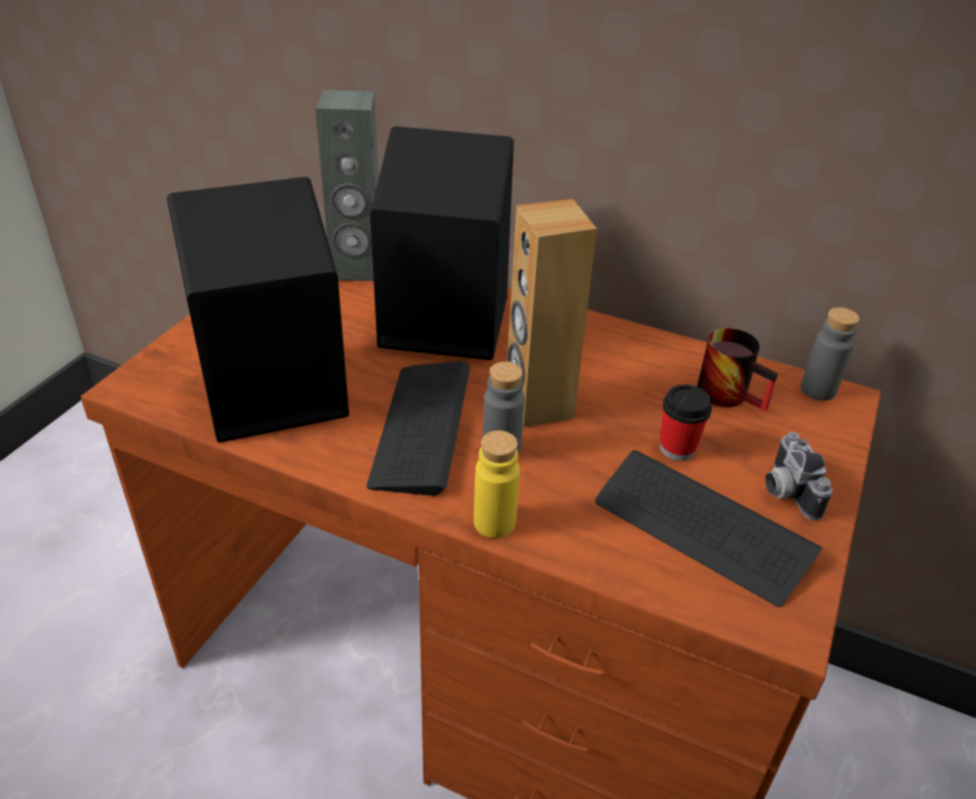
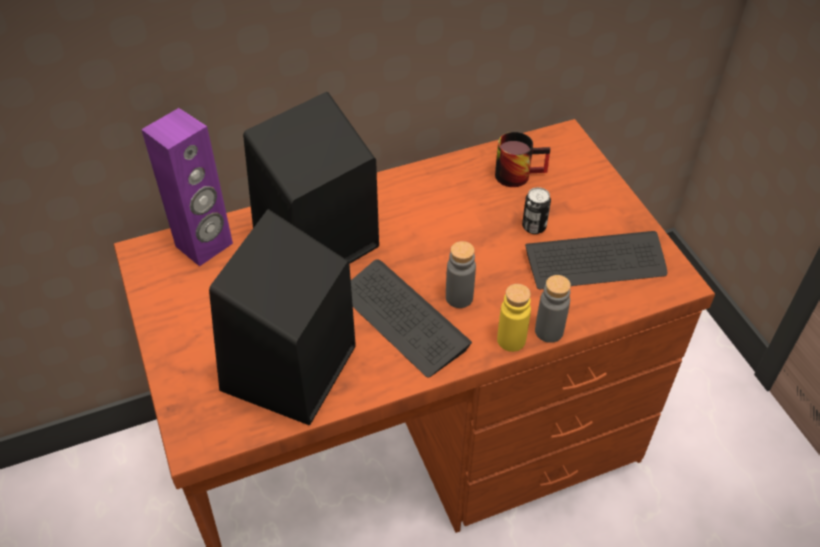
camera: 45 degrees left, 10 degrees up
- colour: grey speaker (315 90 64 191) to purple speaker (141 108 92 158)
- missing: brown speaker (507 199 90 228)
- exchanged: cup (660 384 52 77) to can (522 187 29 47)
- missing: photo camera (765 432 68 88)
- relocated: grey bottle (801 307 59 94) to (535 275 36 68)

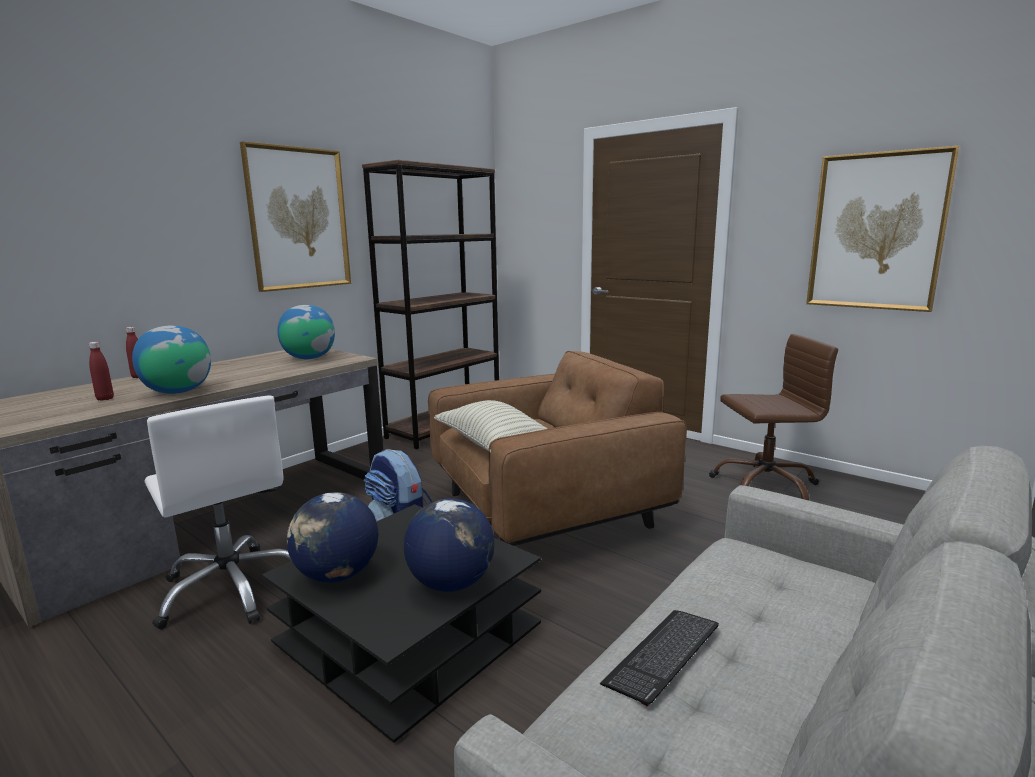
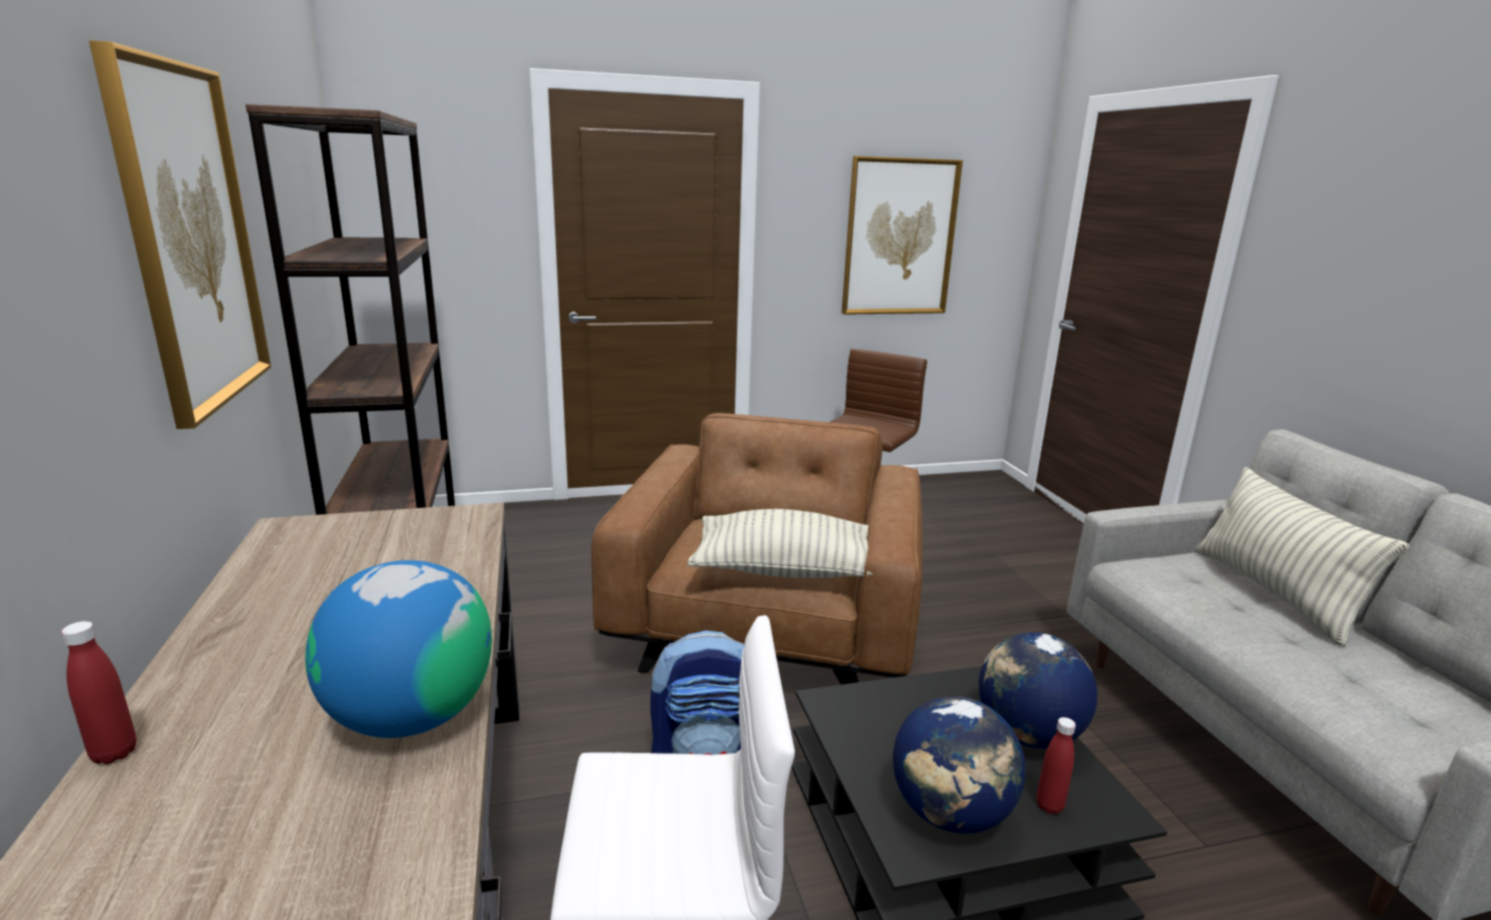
camera: 55 degrees left, 5 degrees up
- relocated: red bottle (88 342 26 59) to (1036 717 40 97)
- missing: globe (277 305 58 54)
- missing: keyboard (600 610 119 97)
- appeared: pillow (1195 467 214 179)

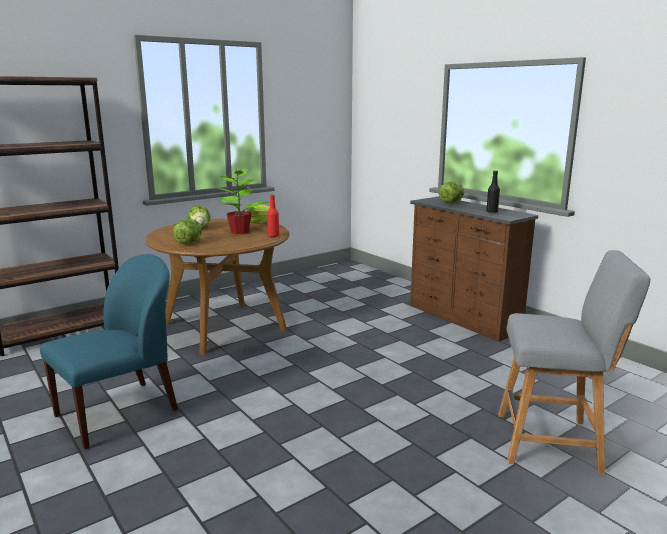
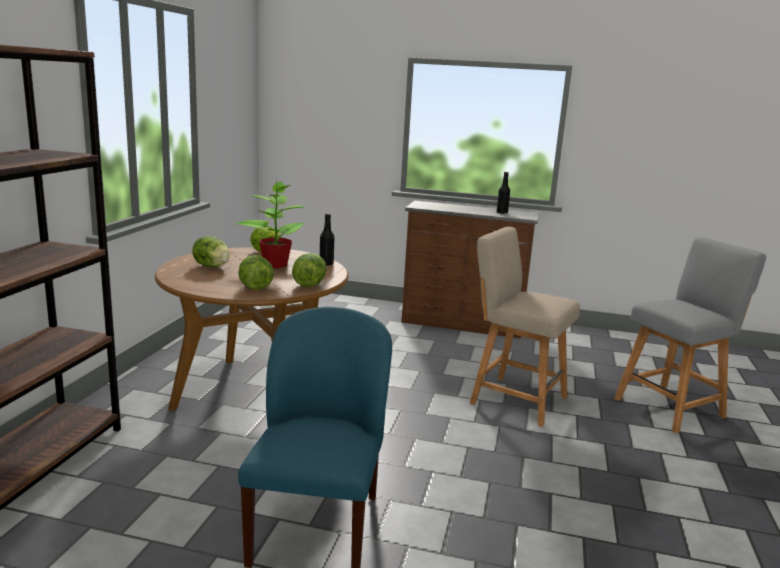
camera: 40 degrees left, 0 degrees up
- colour: red bottle (267 195 12 42) to black bottle (320 213 14 53)
- relocated: lettuce (439 181 25 22) to (292 253 35 34)
- appeared: beige chair (470 227 110 200)

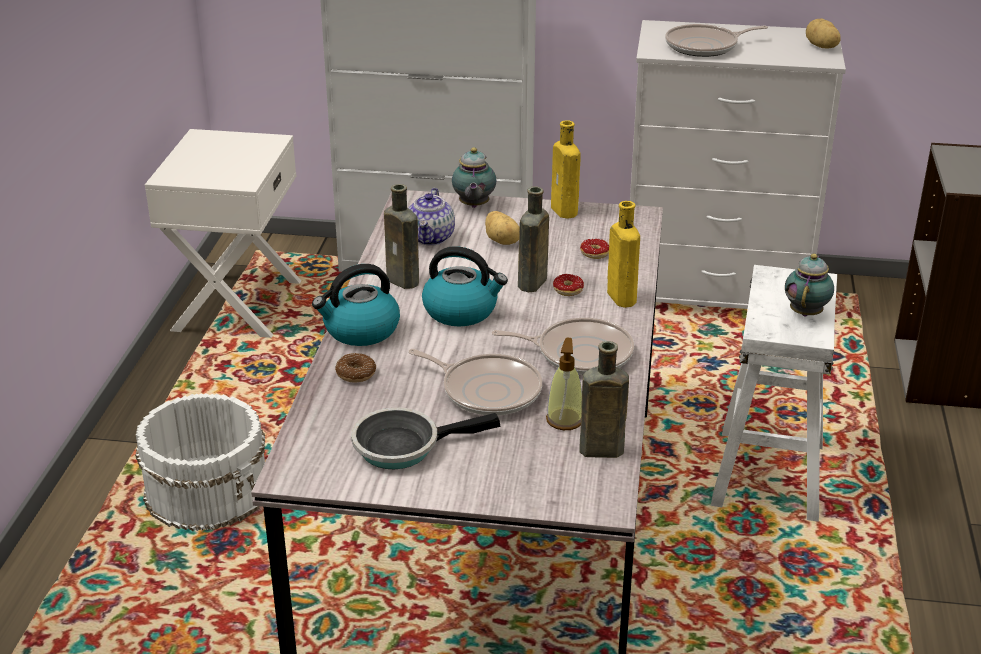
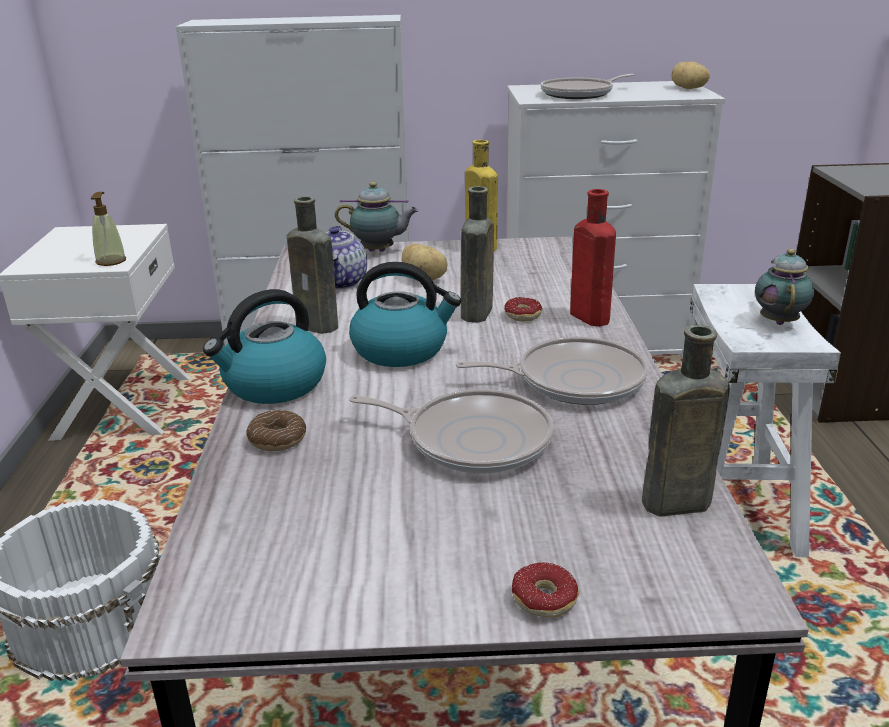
camera: 10 degrees left, 5 degrees down
- missing: frying pan (351 407 149 62)
- spun: teapot (452 147 45 61) = (335 182 84 70) 75 degrees counterclockwise
- relocated: soap dispenser (546 338 36 92) to (91 192 35 74)
- relocated: donut (580 238 29 21) to (512 562 67 65)
- colour: yellow bottle (607 201 33 107) to red bottle (570 189 46 137)

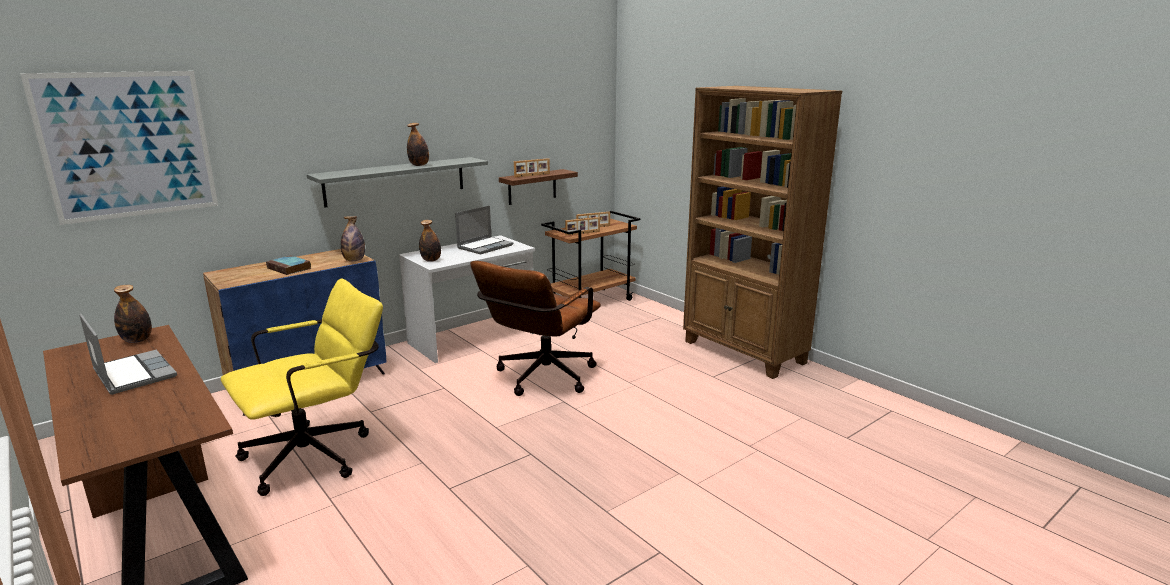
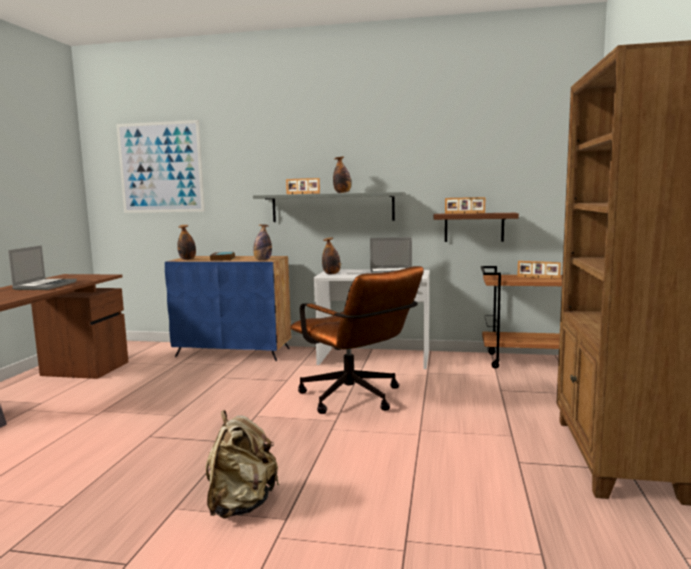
camera: 50 degrees right, 10 degrees down
- relocated: bottle (114 285 38 58) to (177 225 19 35)
- missing: yellow office chair (221 278 162 218)
- spun: brown office chair (470 261 131 135) = (290 266 134 148) 120 degrees counterclockwise
- relocated: picture frame (565 217 35 18) to (286 178 34 16)
- appeared: beige backpack (206 410 73 109)

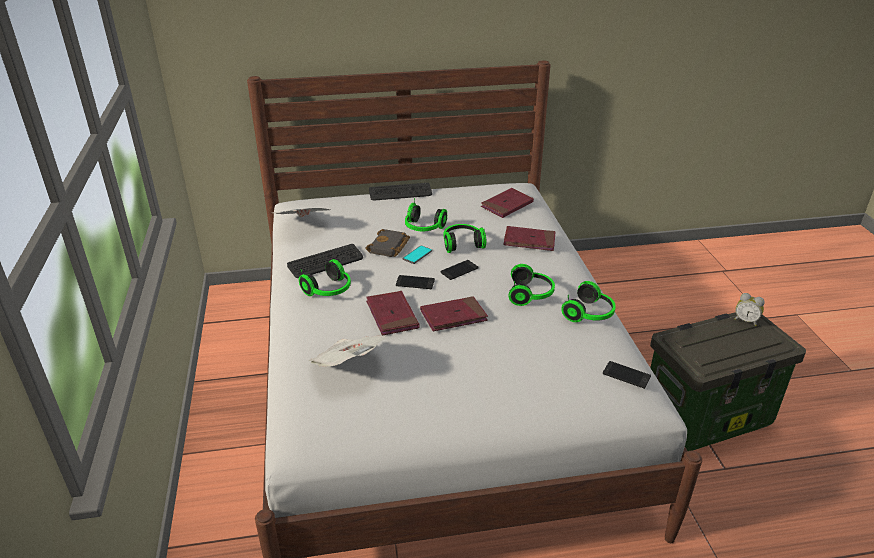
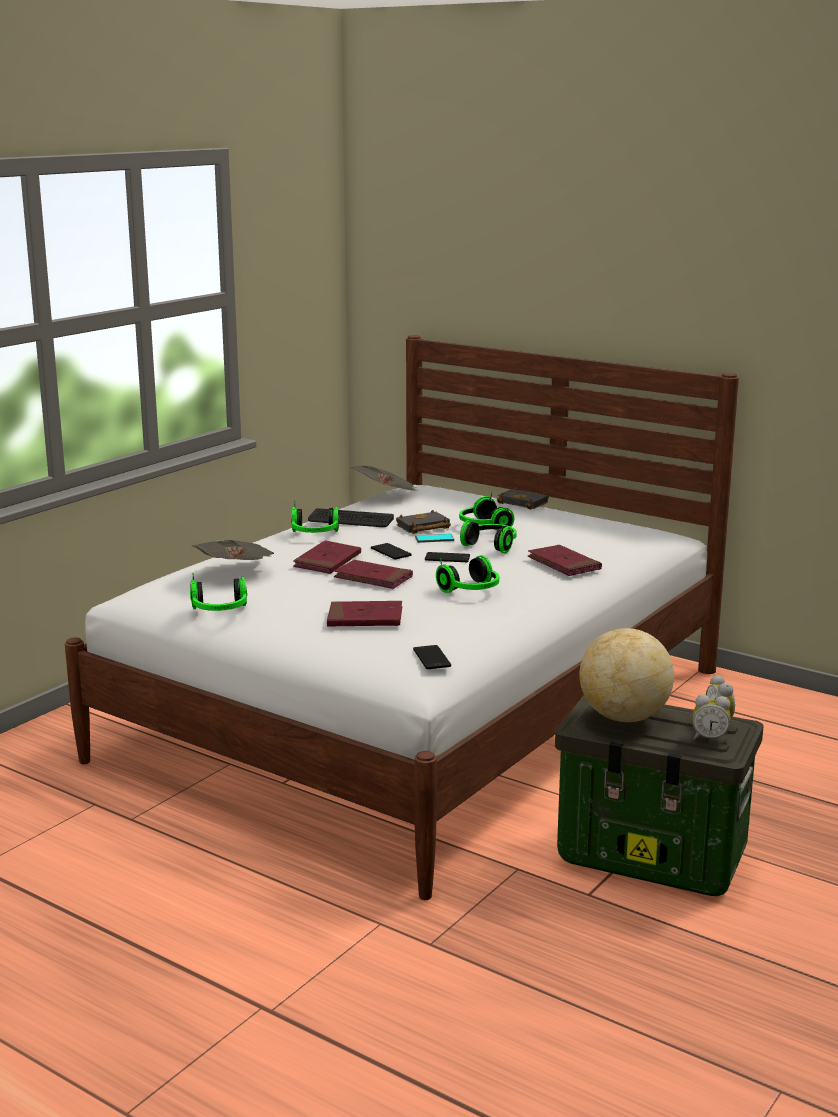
camera: 45 degrees right, 15 degrees down
- exchanged: keyboard (369 183 63 17) to black book (497 487 52 23)
- relocated: red book (481 188 53 30) to (327 601 75 25)
- relocated: headphones (561 281 55 41) to (190 573 57 38)
- appeared: globe (580 628 94 94)
- appeared: alarm clock (692 695 39 48)

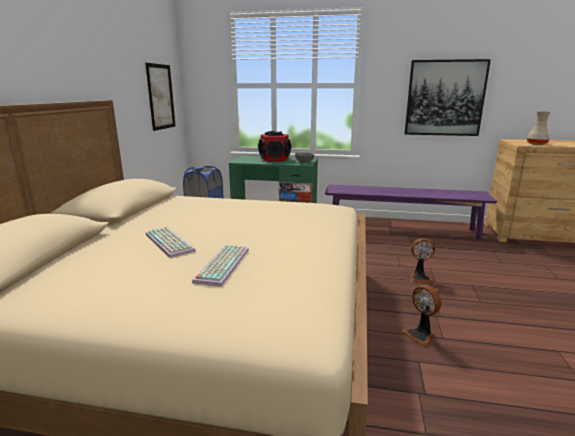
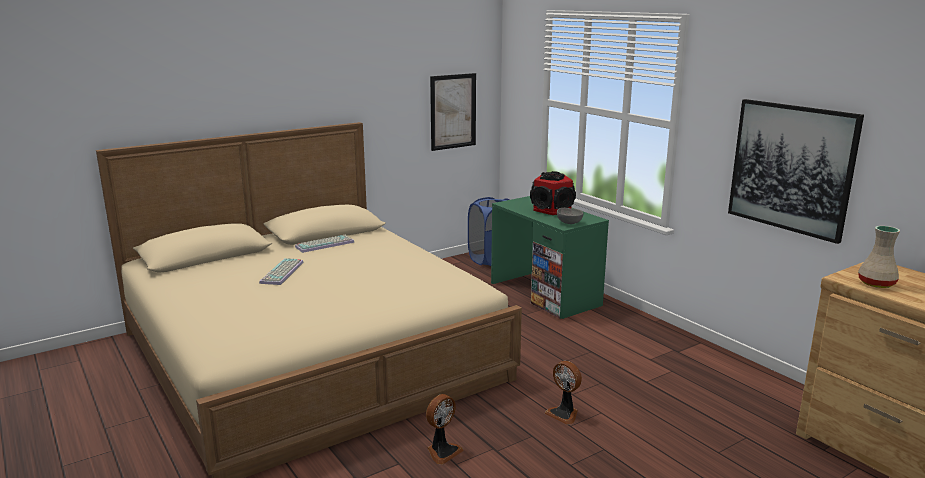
camera: 45 degrees right, 0 degrees up
- relocated: keyboard (192 245 57 42) to (295 235 59 18)
- missing: purple bench (325 184 173 56)
- spun: fan (402 285 40 62) = (426 394 38 70) 150 degrees counterclockwise

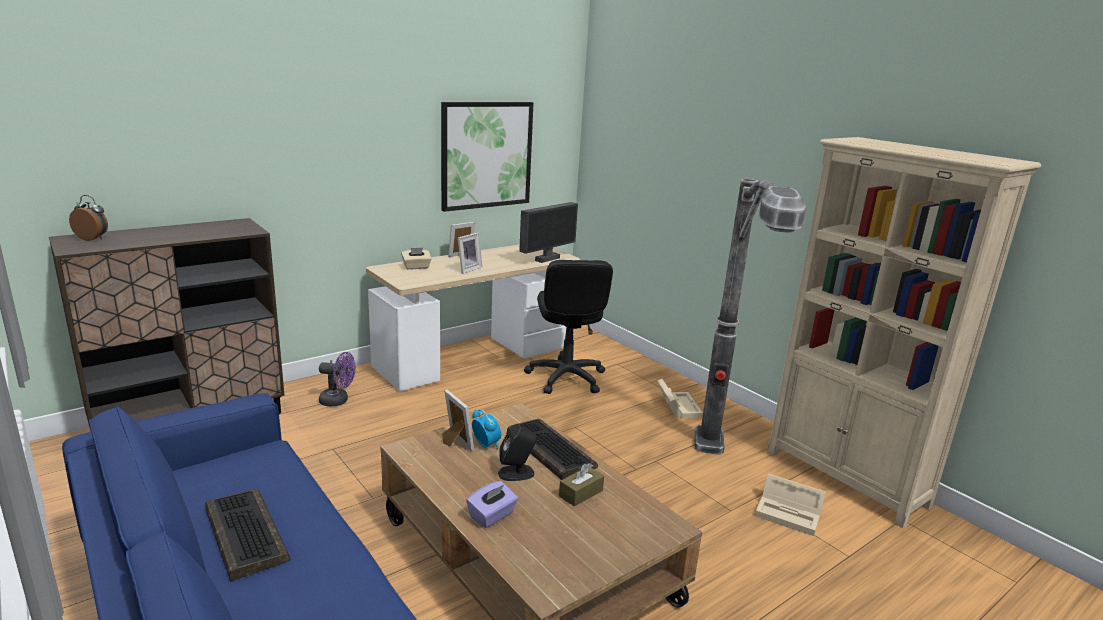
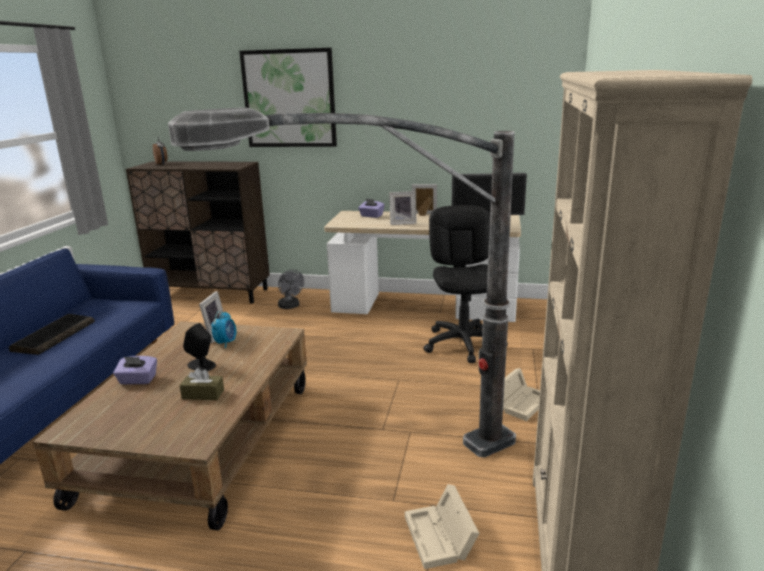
camera: 50 degrees right, 0 degrees up
- colour: purple fan (319 352 37 54) to grey fan (278 270 26 39)
- colour: beige tissue box (401 248 30 22) to purple tissue box (358 199 27 19)
- relocated: picture (441 102 92 110) to (239 48 98 99)
- missing: keyboard (507 419 91 61)
- spun: black office chair (524 260 89 134) = (423 205 85 158) 135 degrees clockwise

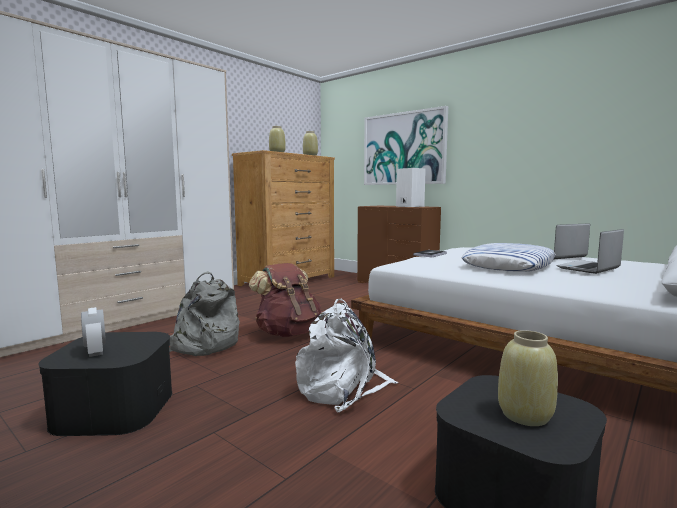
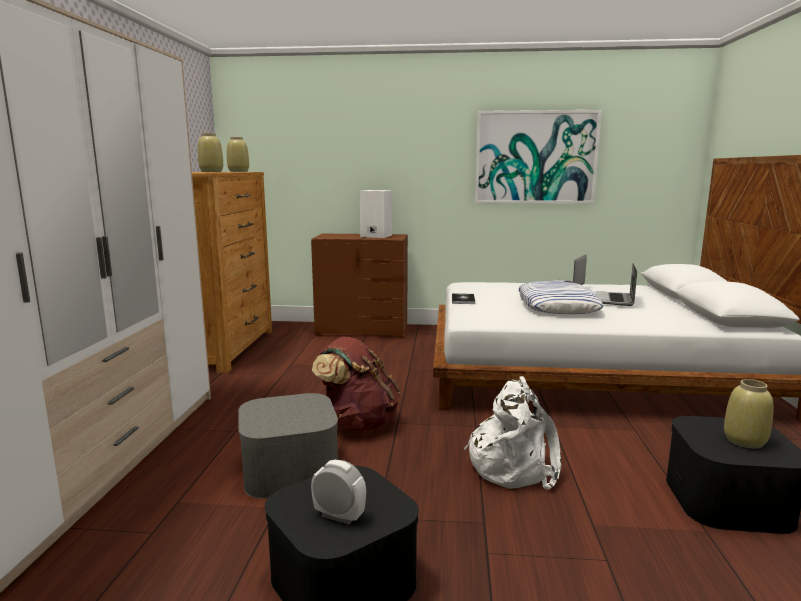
camera: 35 degrees left, 5 degrees up
- exchanged: grey backpack (169 271 71 85) to grey storage box (238 393 100 105)
- relocated: picture (364 106 84 79) to (475 110 127 94)

